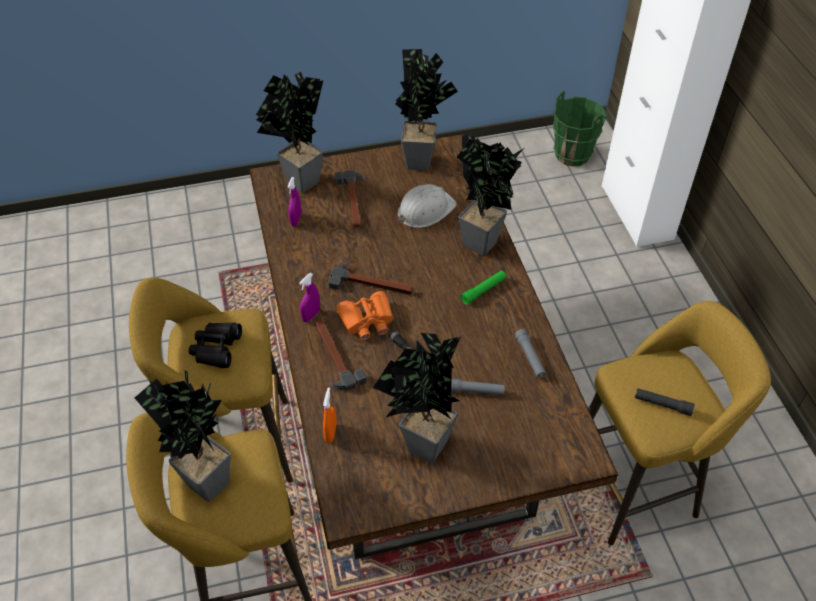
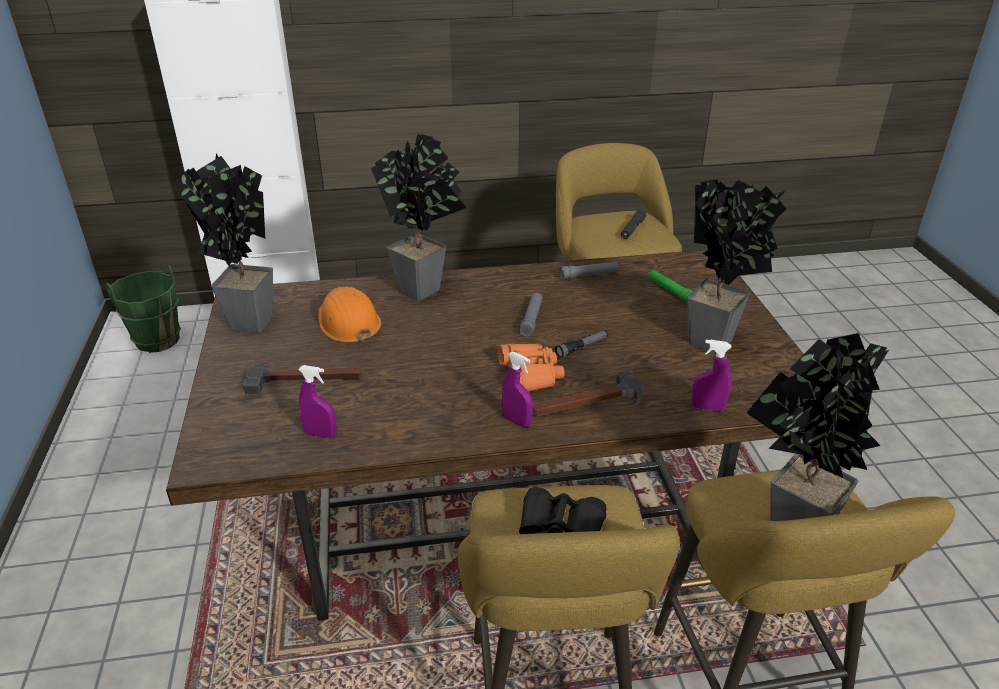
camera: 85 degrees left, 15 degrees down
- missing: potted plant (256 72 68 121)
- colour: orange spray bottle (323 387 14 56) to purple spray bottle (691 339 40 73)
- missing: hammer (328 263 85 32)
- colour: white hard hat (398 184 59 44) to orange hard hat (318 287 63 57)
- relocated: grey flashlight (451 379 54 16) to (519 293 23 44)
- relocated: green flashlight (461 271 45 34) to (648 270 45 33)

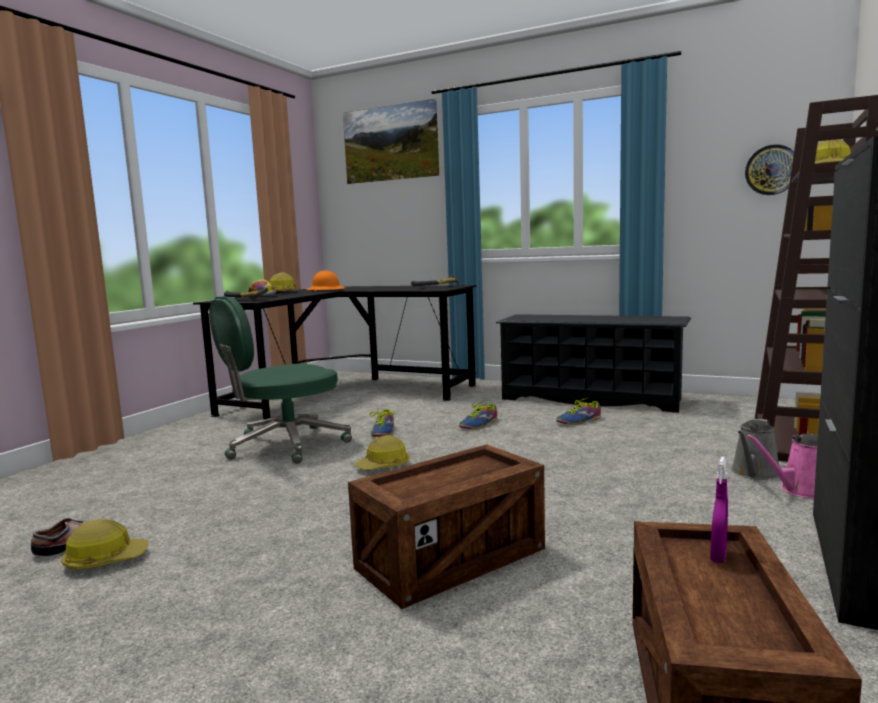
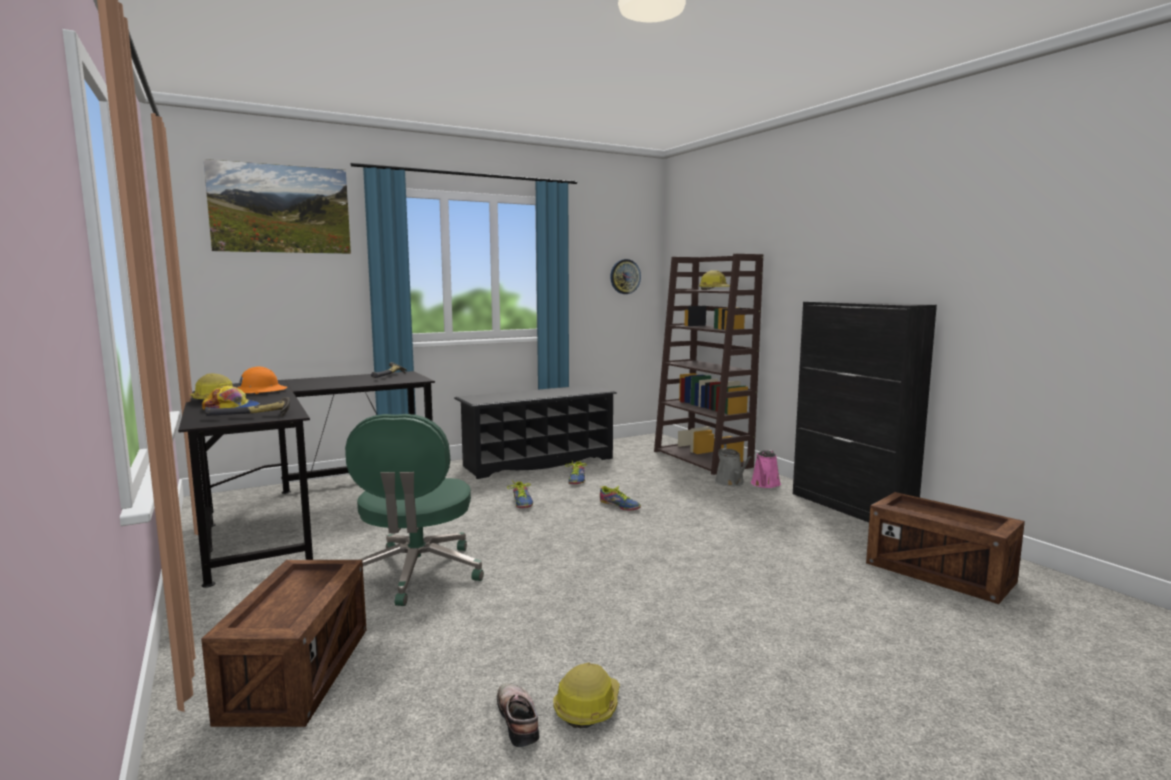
camera: 55 degrees left, 0 degrees up
- relocated: crate (348 444 197 165) to (201 560 166 167)
- missing: hard hat (354 435 56 35)
- relocated: shoe (369 409 26 28) to (600 485 41 25)
- missing: purple spray bottle (710 456 18 107)

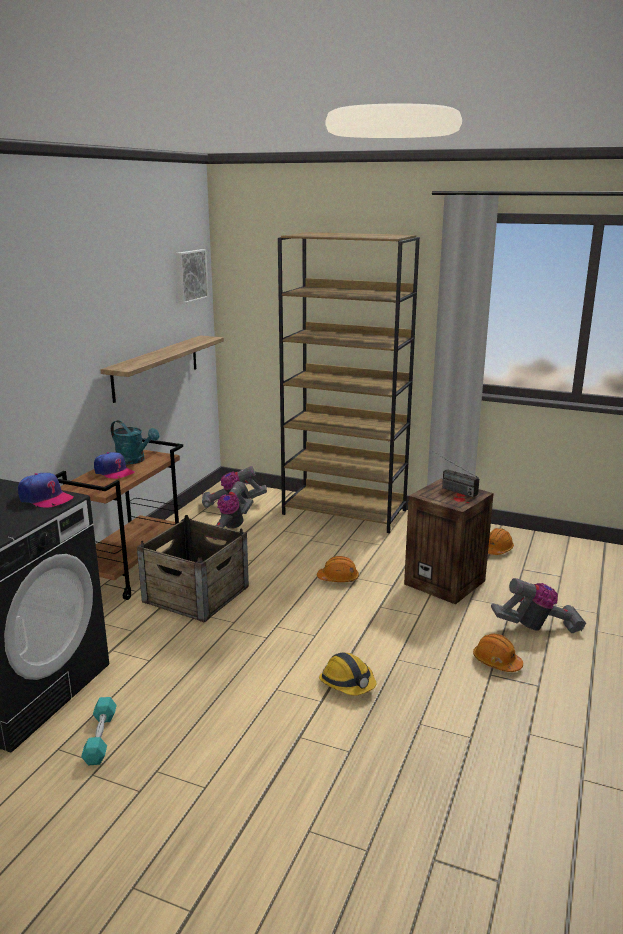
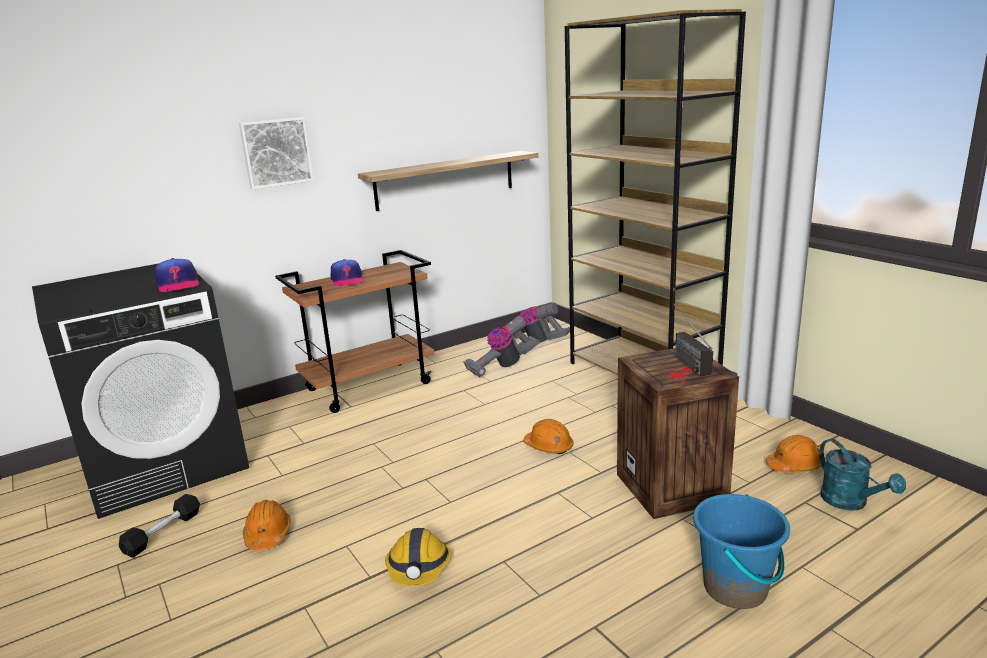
camera: 35 degrees right, 0 degrees up
- colour: turquoise dumbbell (81 697 36 68) to black dumbbell (119 494 81 64)
- relocated: turquoise watering can (111 420 48 44) to (819 439 87 72)
- missing: crate (137 515 112 108)
- relocated: picture (175 249 34 55) to (239 117 75 72)
- relocated: orange hard hat (473 634 50 38) to (243 500 48 50)
- exchanged: vacuum cleaner (491 578 95 55) to blue bucket (693 494 97 115)

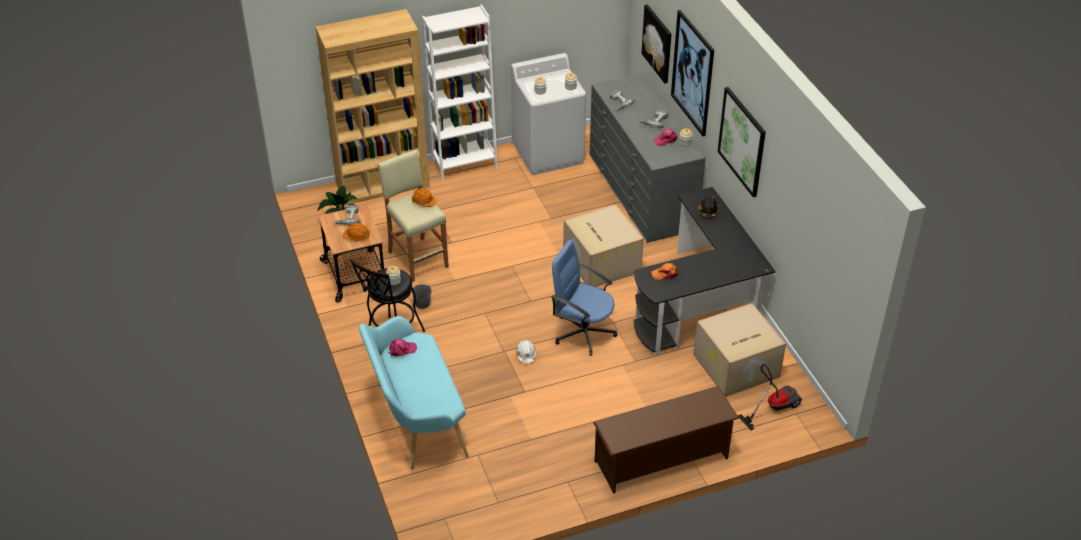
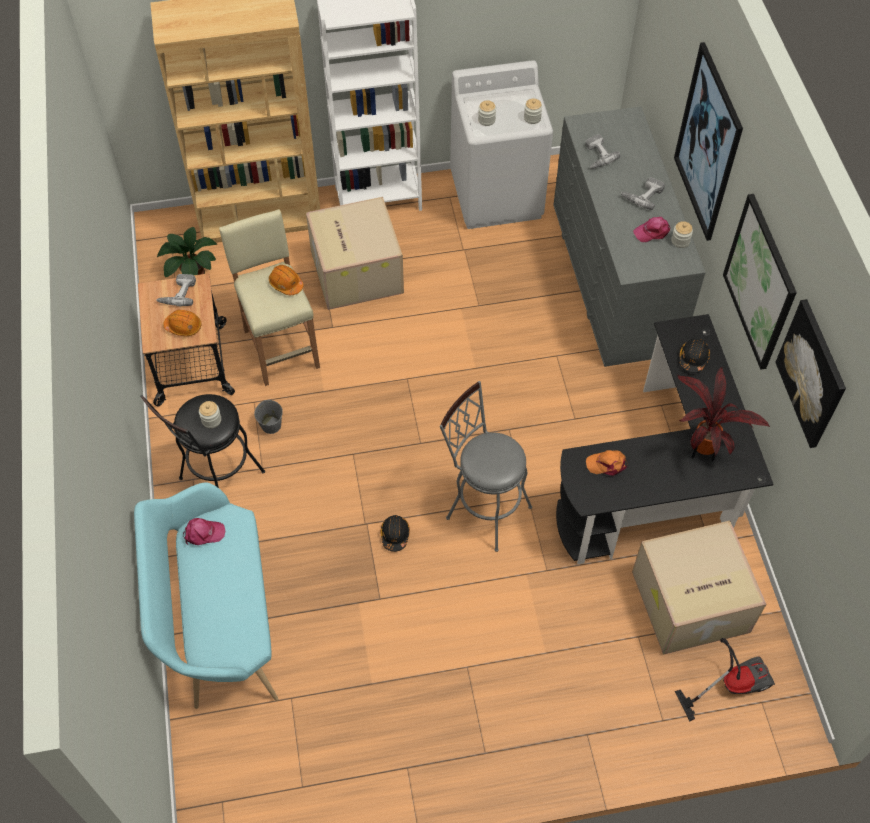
camera: 10 degrees right, 15 degrees up
- colour: white hard hat (516 340 20 23) to black hard hat (381 515 29 37)
- exchanged: blue office chair (551 240 66 116) to grey stool (440 381 92 171)
- relocated: cardboard box (563 204 81 83) to (306 197 98 113)
- missing: brown shoe rack (593 386 146 108)
- relocated: picture (641 4 30 79) to (775 299 71 149)
- appeared: potted plant (677 366 93 95)

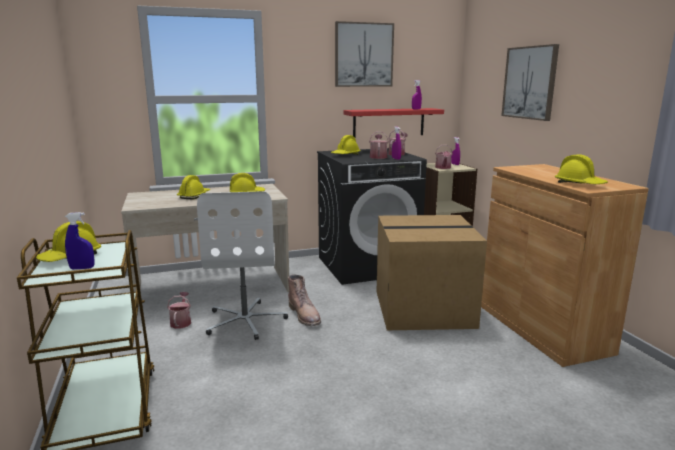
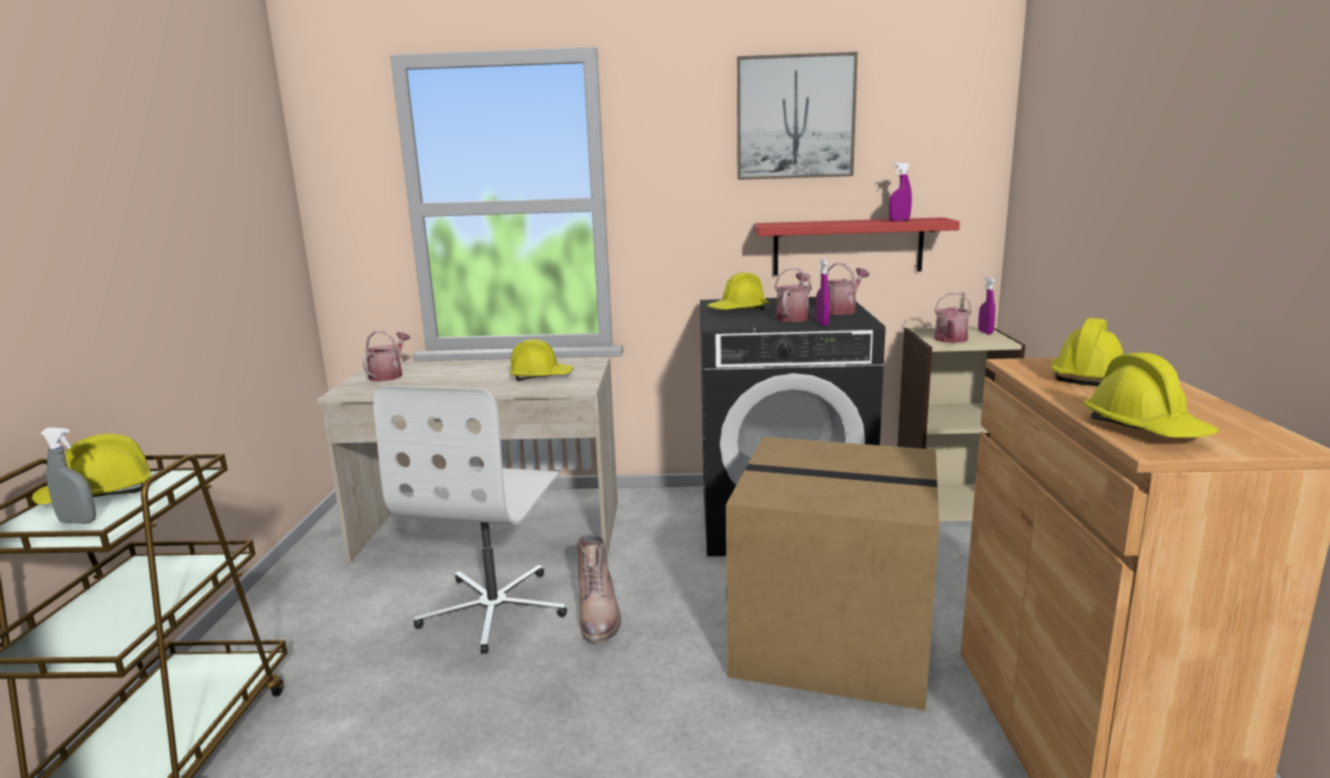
camera: 20 degrees right, 0 degrees up
- colour: blue spray bottle (65 212 29 57) to grey spray bottle (41 427 55 97)
- relocated: watering can (167 292 24 37) to (362 331 48 51)
- relocated: yellow hard hat (177 175 33 24) to (1052 318 71 68)
- missing: picture (501 44 58 77)

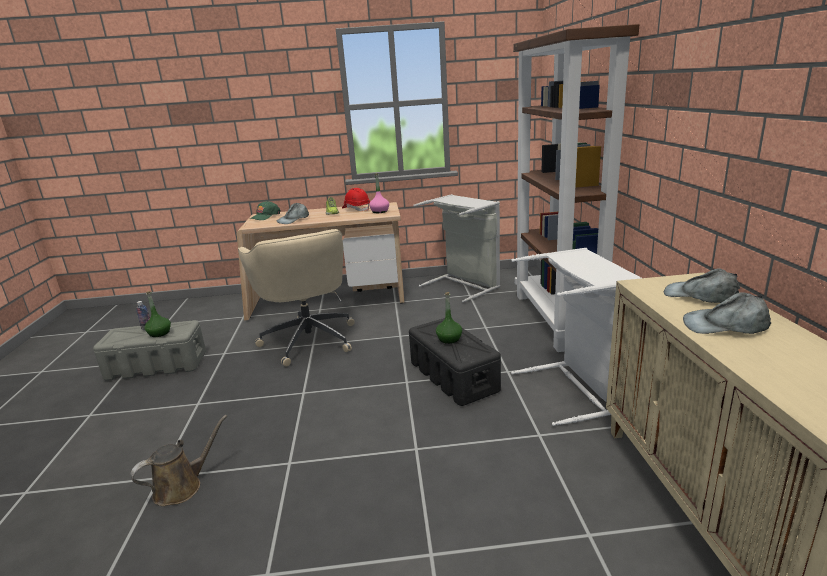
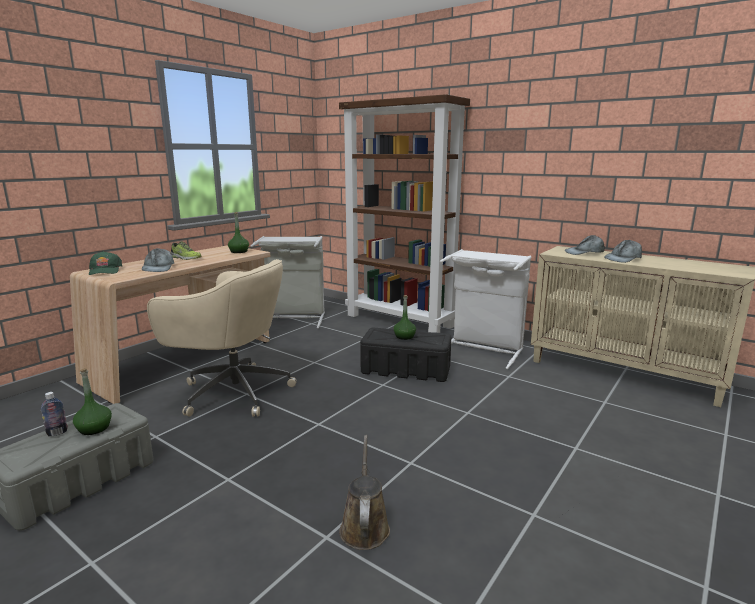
camera: 50 degrees left, 5 degrees down
- missing: red hard hat (342 188 28 23)
- colour: pink bottle (369 173 20 40) to green bottle (228 212 21 41)

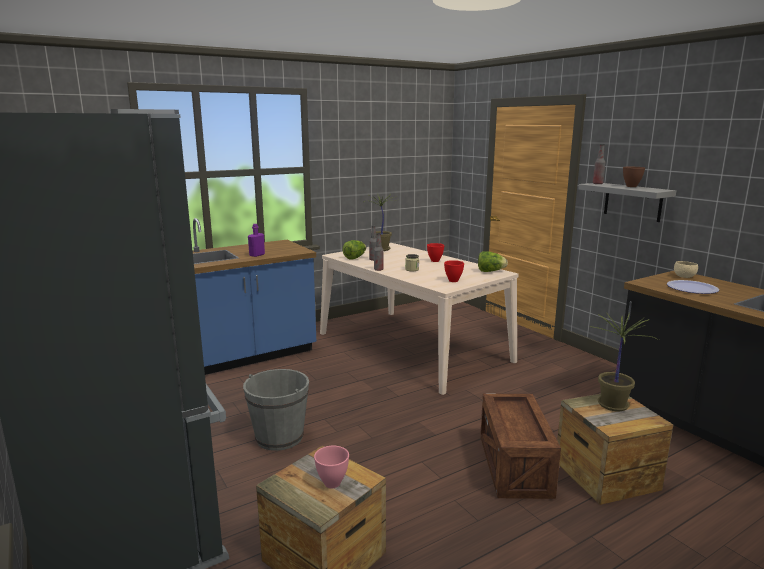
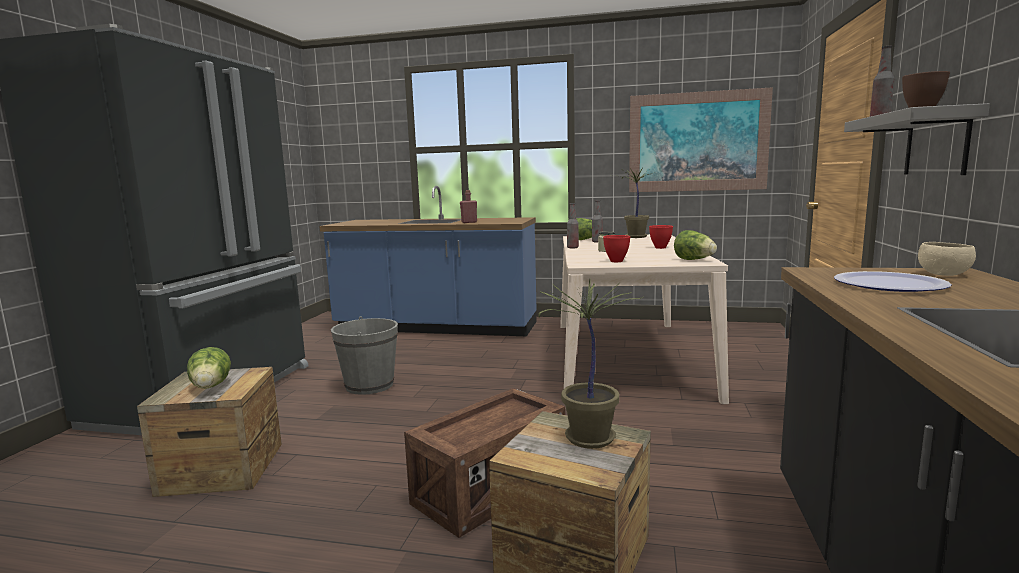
camera: 45 degrees right, 5 degrees down
- colour: purple bottle (248 224 17 33) to red bottle (460 190 17 33)
- exchanged: pink bowl (314 446 35 42) to lettuce (187 347 44 42)
- appeared: picture (629 87 144 105)

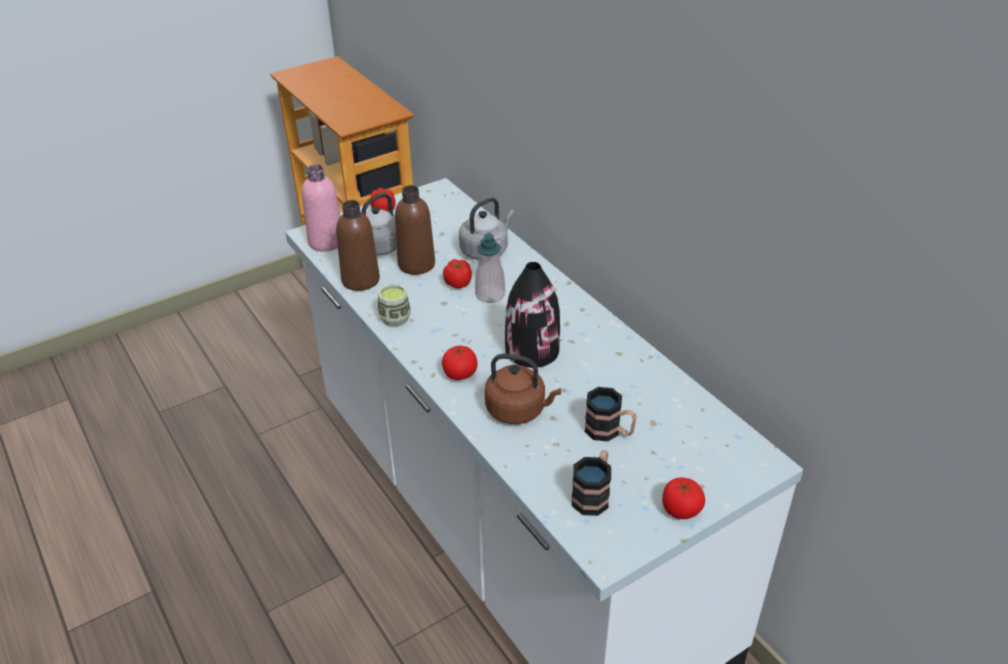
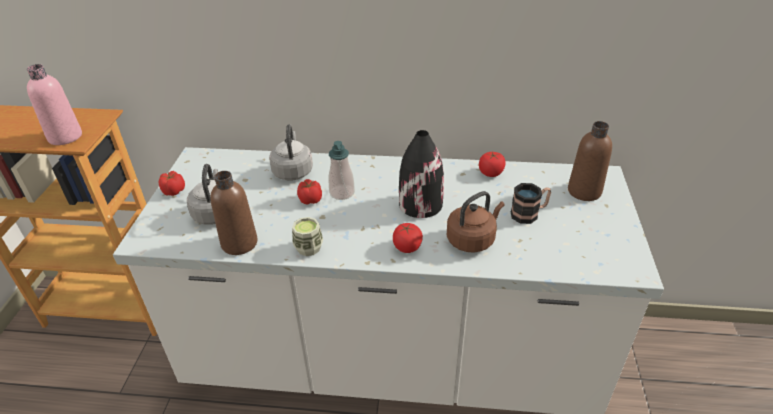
camera: 50 degrees left, 0 degrees up
- relocated: pink bottle (302 164 39 88) to (27 64 55 81)
- relocated: brown bottle (395 185 40 90) to (568 121 44 80)
- missing: mug (572 450 39 66)
- relocated: tomato (662 478 43 41) to (479 152 26 25)

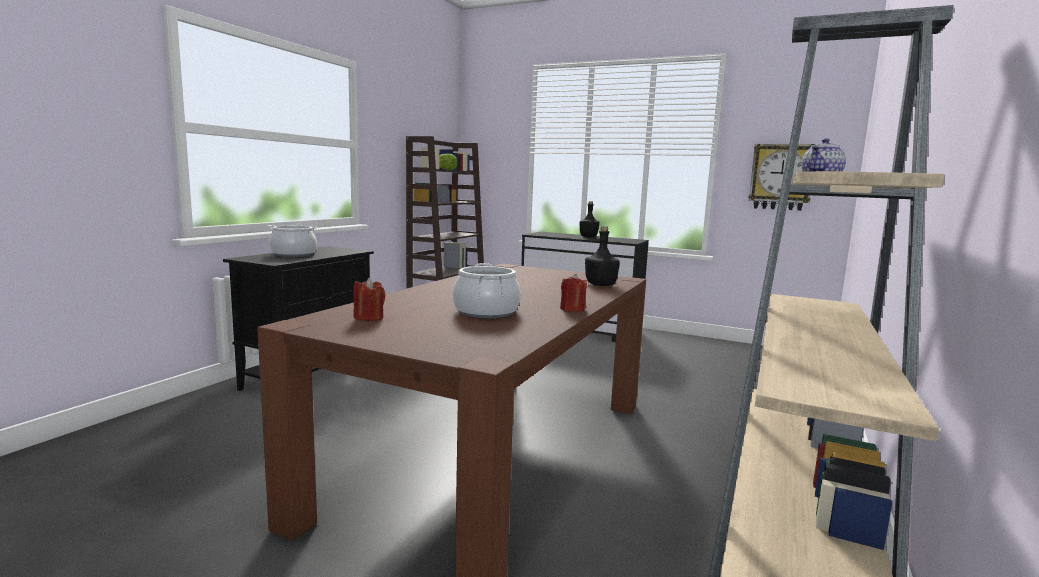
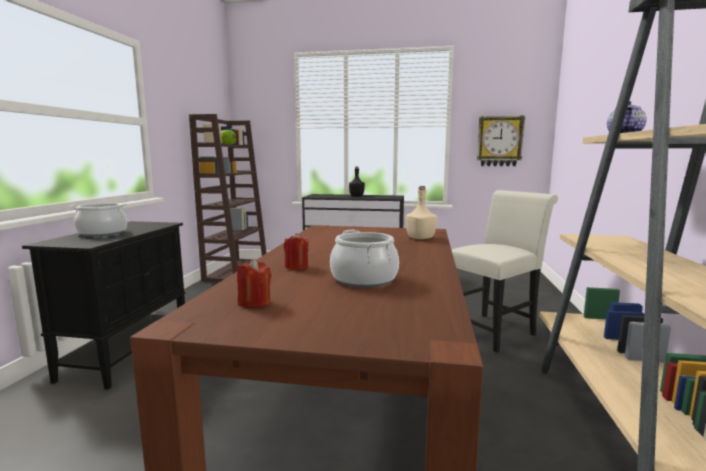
camera: 15 degrees left, 0 degrees up
- relocated: red candle (560 274 27 38) to (284 233 25 37)
- colour: black bottle (585 226 35 60) to beige bottle (406 186 31 53)
- appeared: white chair (452 190 106 162)

